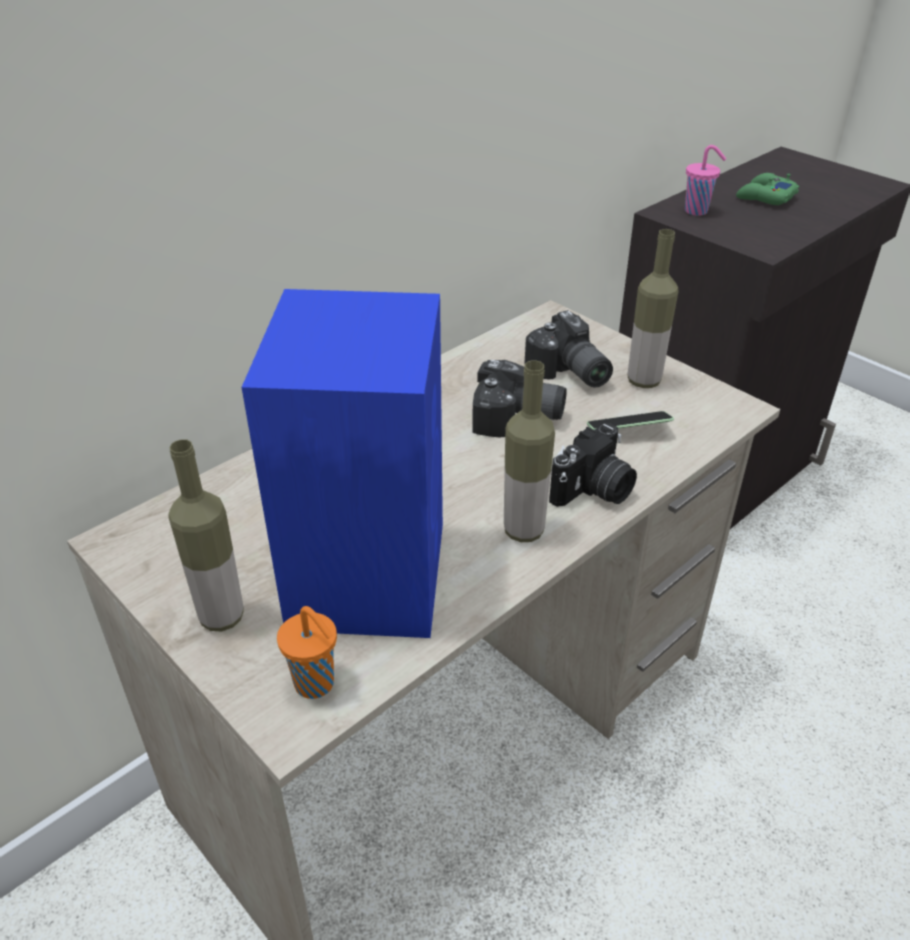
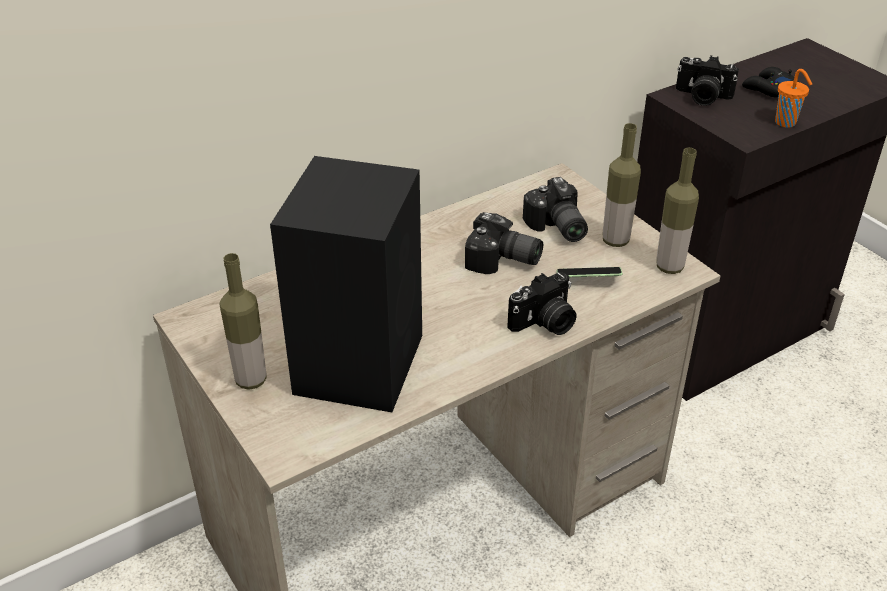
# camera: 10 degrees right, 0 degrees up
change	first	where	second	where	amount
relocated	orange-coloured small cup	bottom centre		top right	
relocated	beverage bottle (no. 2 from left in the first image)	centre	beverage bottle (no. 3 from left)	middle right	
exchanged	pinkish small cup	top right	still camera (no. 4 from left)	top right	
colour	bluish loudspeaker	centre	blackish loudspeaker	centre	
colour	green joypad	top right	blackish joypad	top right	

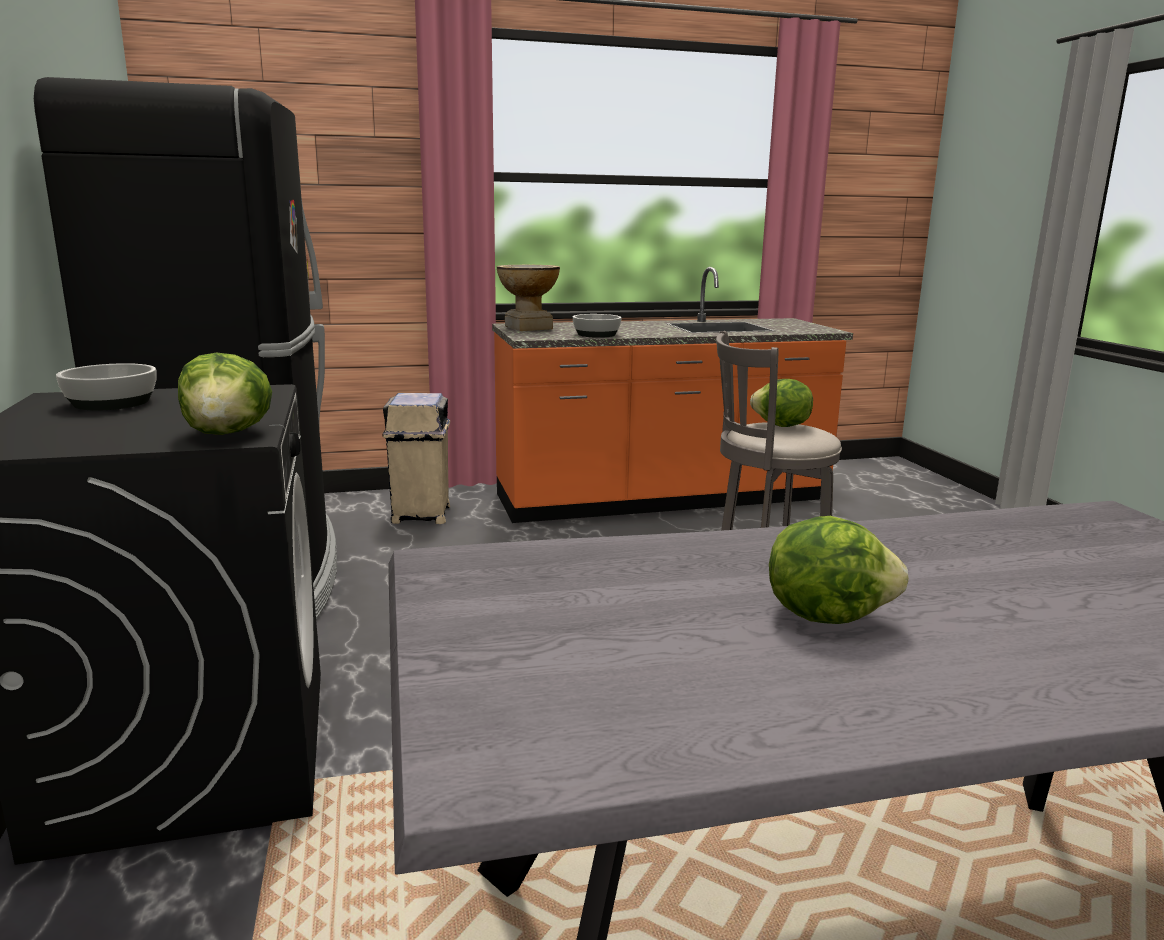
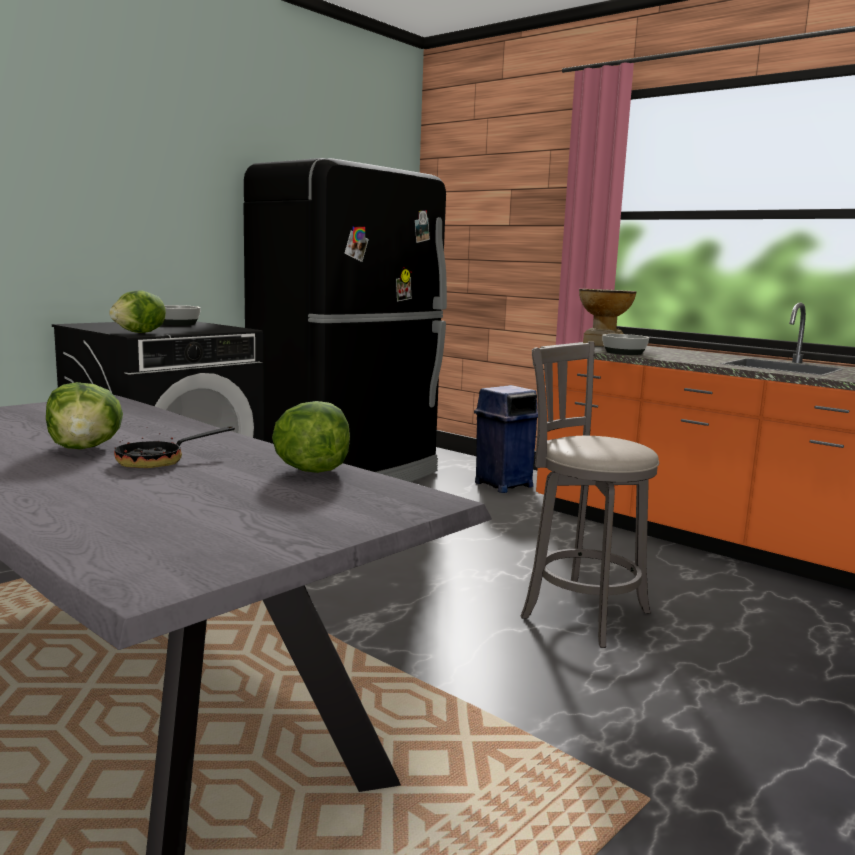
# camera: 55 degrees right, 5 degrees down
change	first	where	second	where	amount
appeared			skillet	middle left	
relocated	lettuce (no. 2 from left in the first image)	middle right	lettuce (no. 3 from left)	centre	
colour	beige waste bin	centre	bluish waste bin	centre	

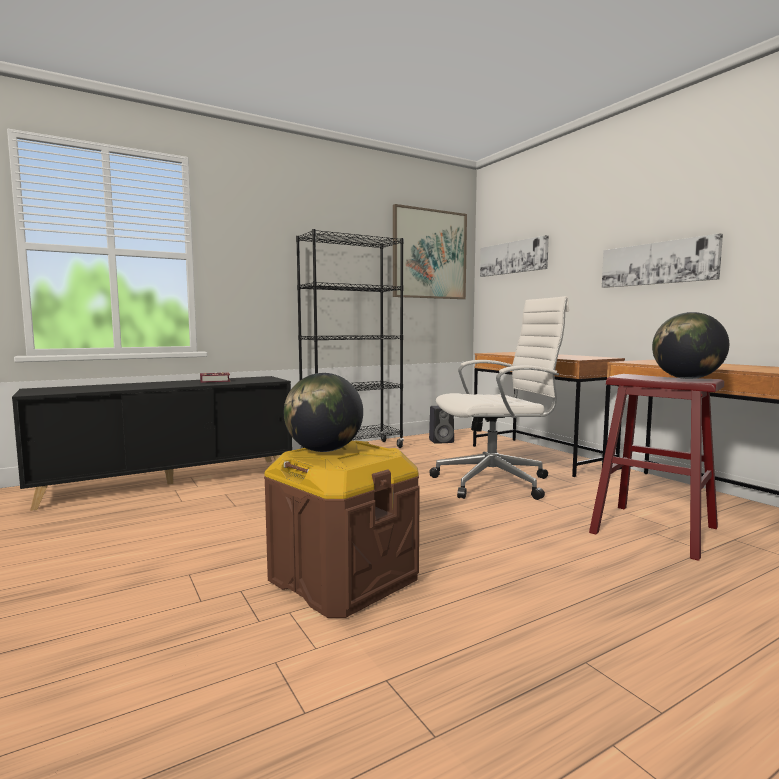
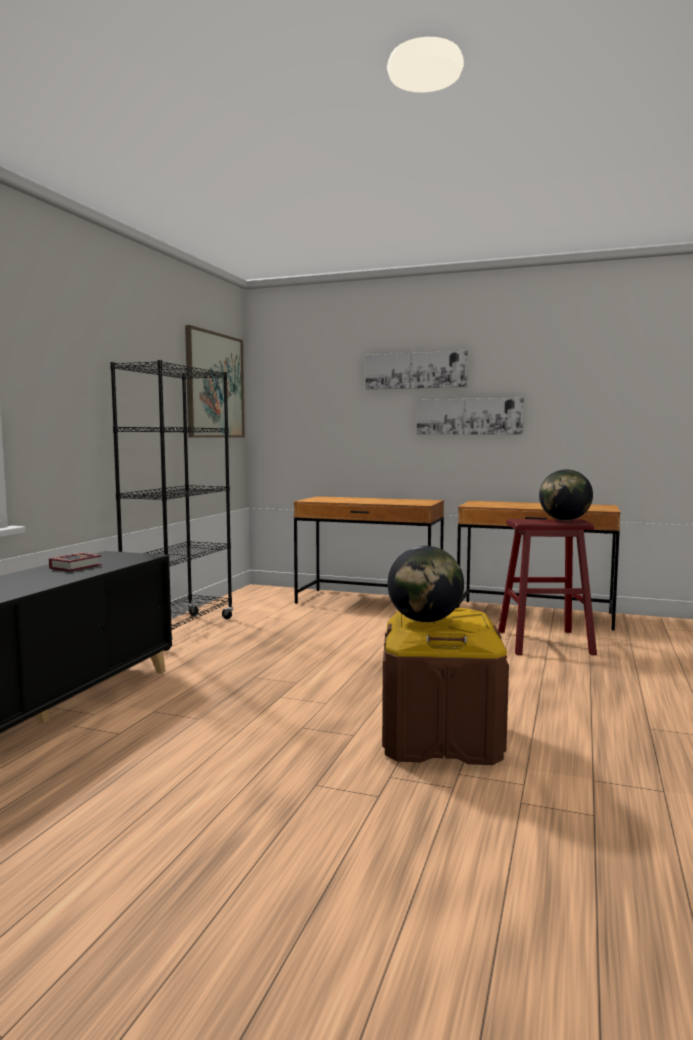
# camera: 40 degrees left, 0 degrees up
change	first	where	second	where	amount
missing	white-coloured desk chair	centre			
missing	blackish loudspeaker	centre			
relocated	picture (no. 2 from left)	top centre		centre	

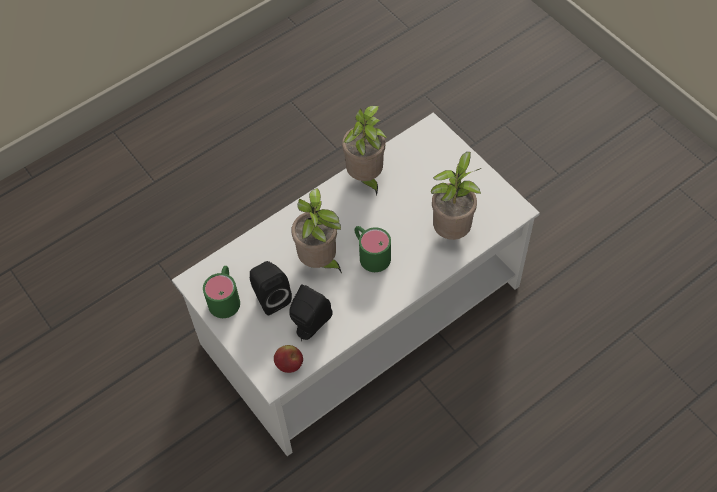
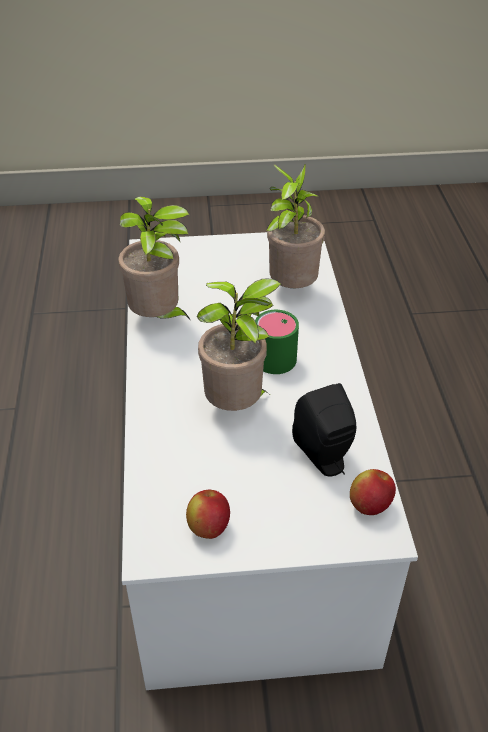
# camera: 60 degrees left, 15 degrees down
change	first	where	second	where	amount
missing	blackish loudspeaker (no. 1 from left)	centre			
exchanged	green tea mug (no. 1 from left)	middle left	whole apple (no. 1 from left)	bottom centre	

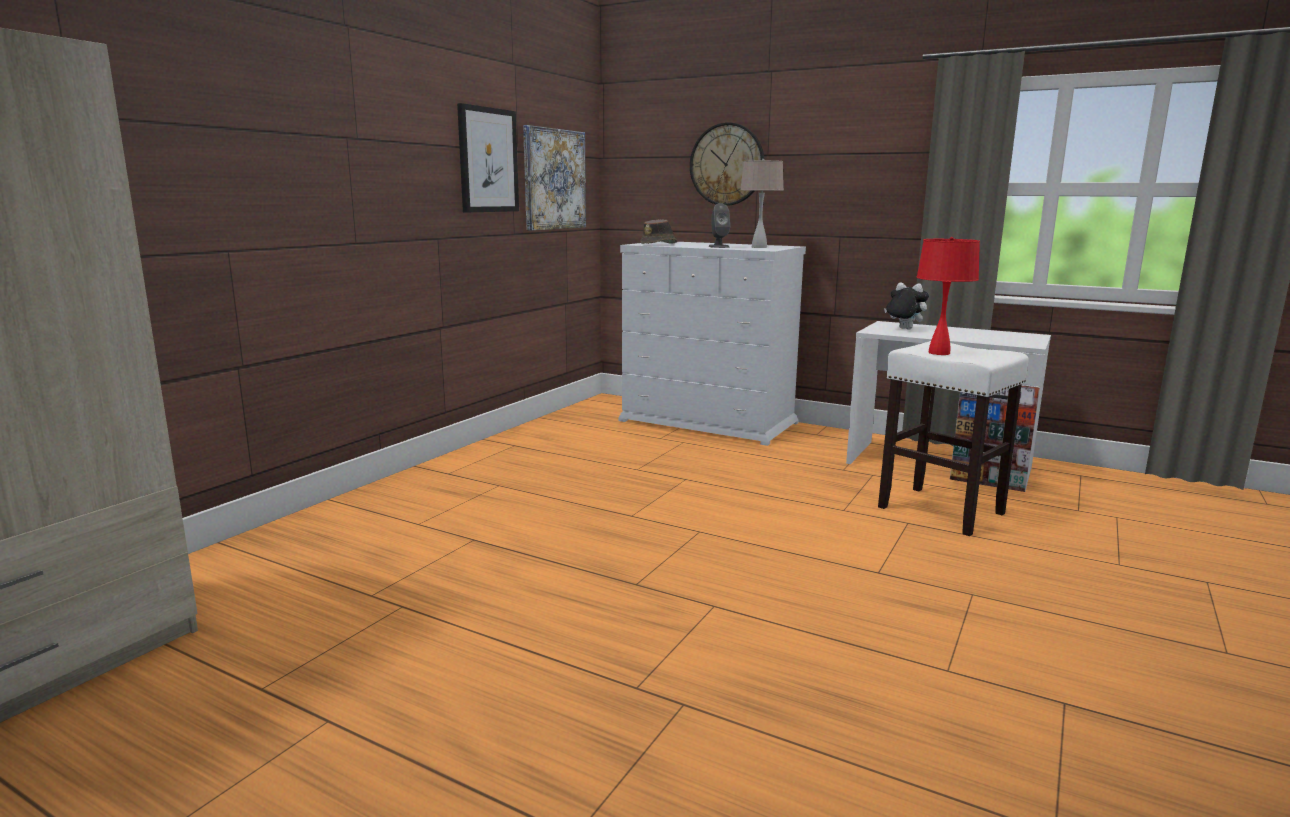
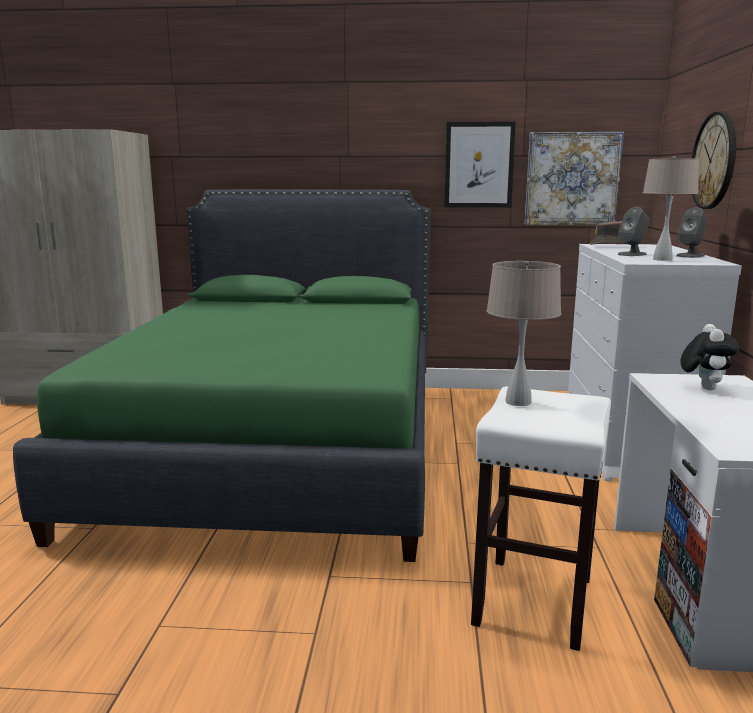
# camera: 65 degrees right, 0 degrees up
change	first	where	second	where	amount
appeared			green bedroom bed	middle left	
appeared			gray loudspeaker (no. 2 from left)	top right	
colour	red-coloured lamp for a table	middle right	beige lamp for a table (no. 1 from left)	middle right	

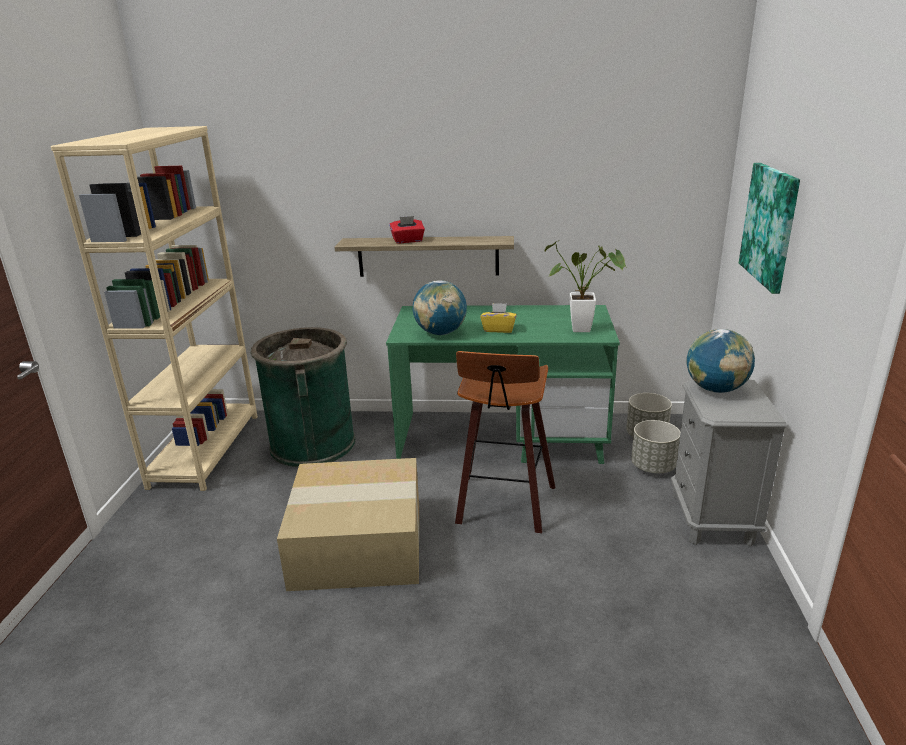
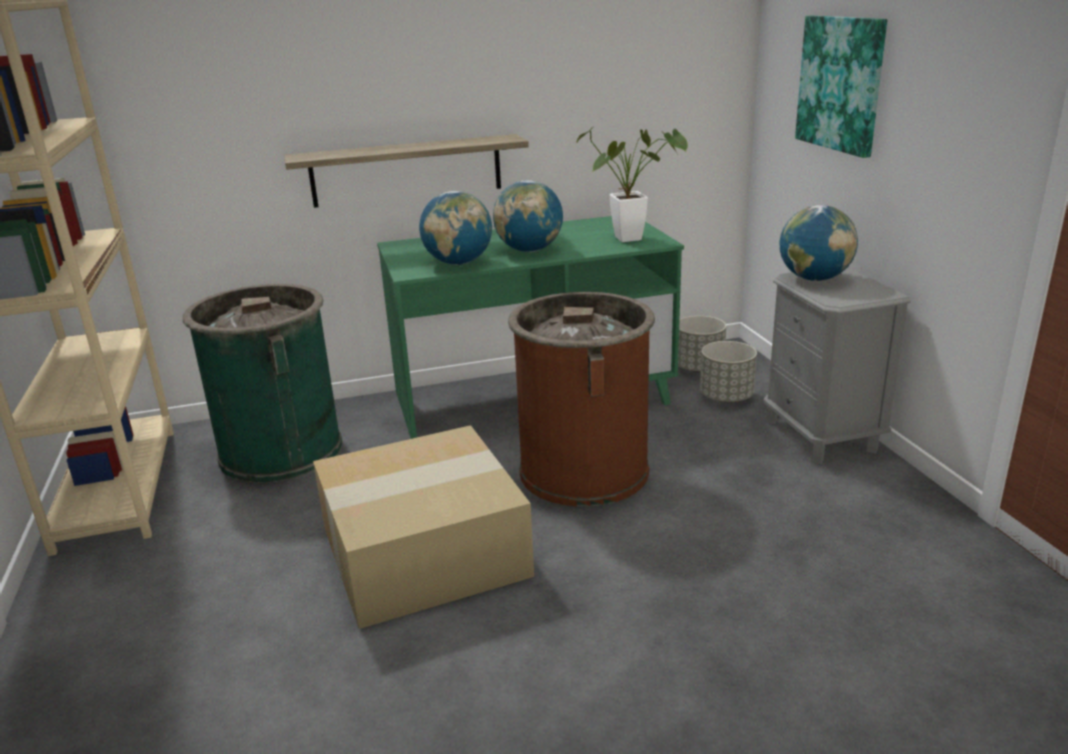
# camera: 20 degrees left, 0 degrees up
change	first	where	second	where	amount
missing	red-coloured box of tissues	top centre			
exchanged	sitting stool	centre	brownish waste bin	centre	
exchanged	yellow-coloured box of tissues	centre	globe (no. 2 from left)	top centre	

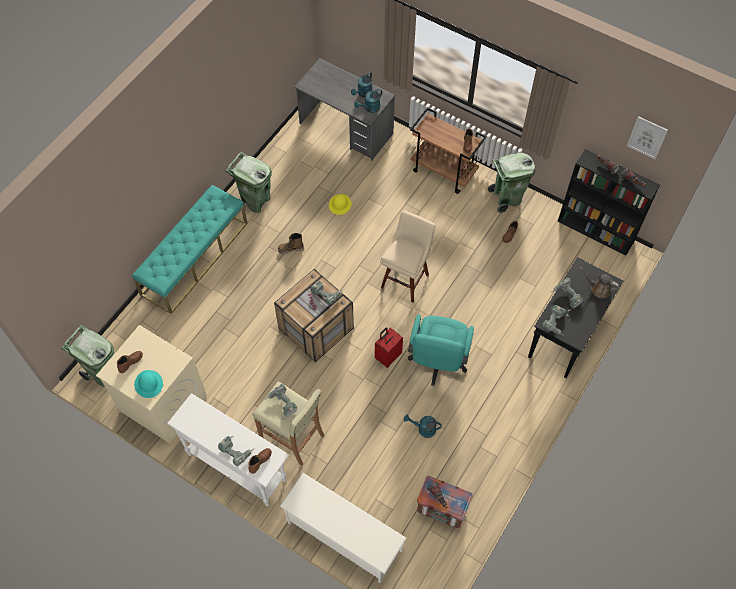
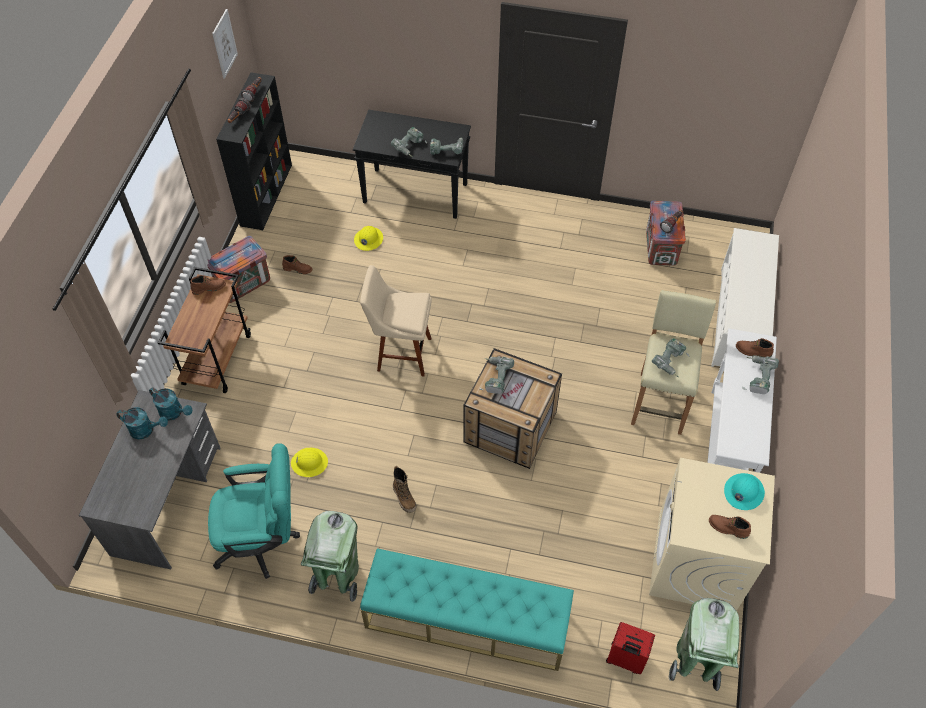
# camera: 110 degrees left, 5 degrees down
change	first	where	second	where	amount
missing	turquoise-coloured watering can (no. 3 from left)	bottom centre			
missing	brownish watering can	middle right			
appeared			yellow-coloured safety helmet (no. 2 from left)	centre	
relocated	red-coloured suitcase	centre		bottom right	
relocated	turquoise-coloured desk chair	centre		bottom left	
exchanged	green waste bin (no. 3 from left)	top right	packing crate (no. 1 from left)	middle left	

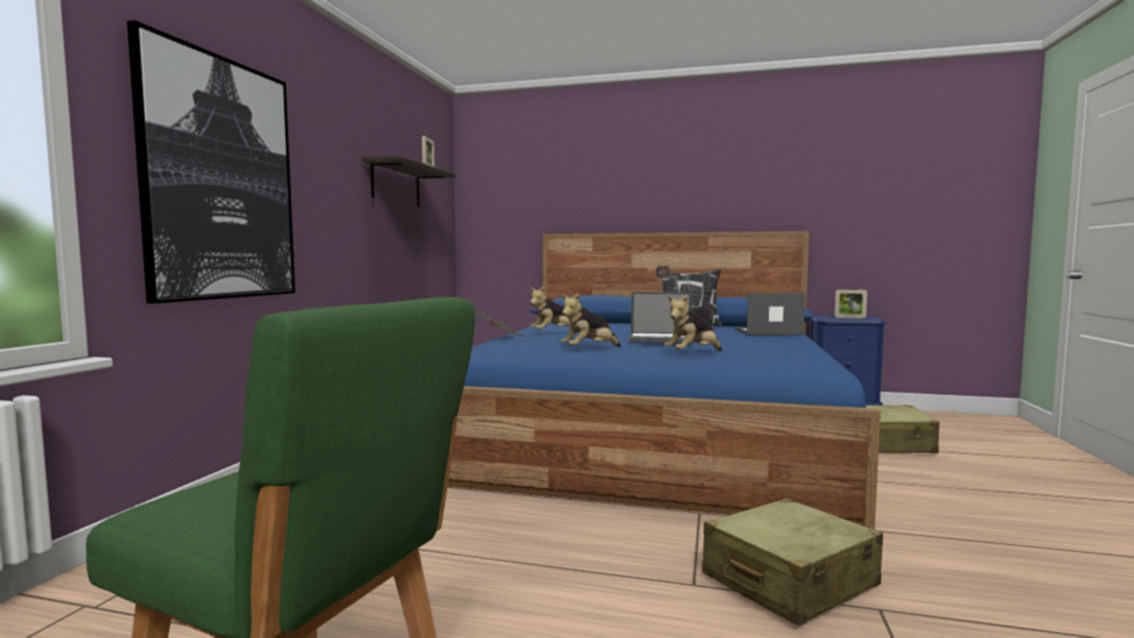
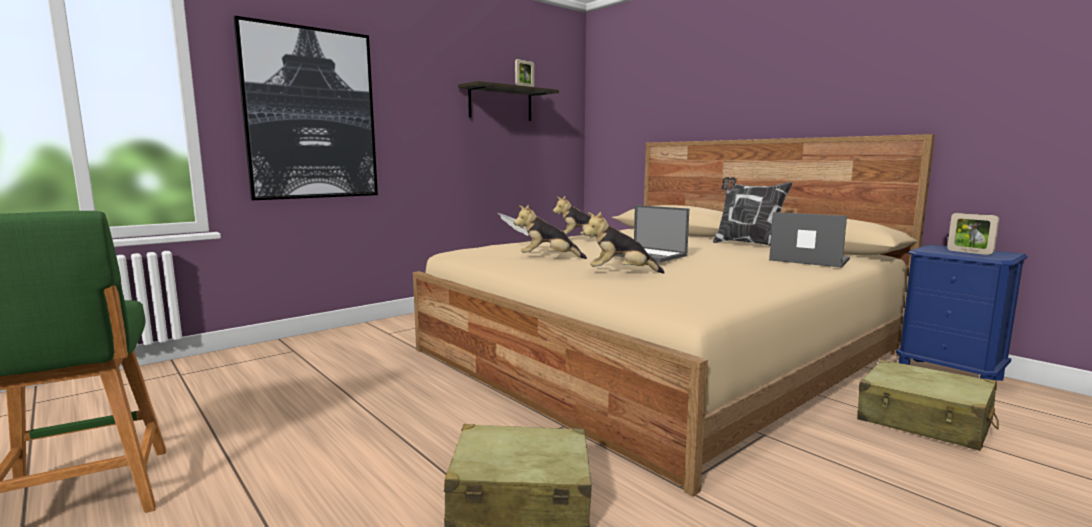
# camera: 35 degrees right, 5 degrees up
change	first	where	second	where	amount
colour	bluish bedroom bed	centre	beige bedroom bed	centre	

